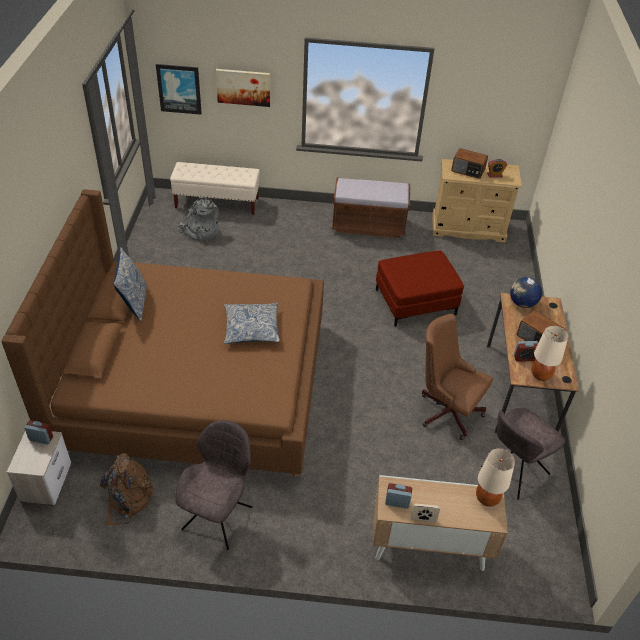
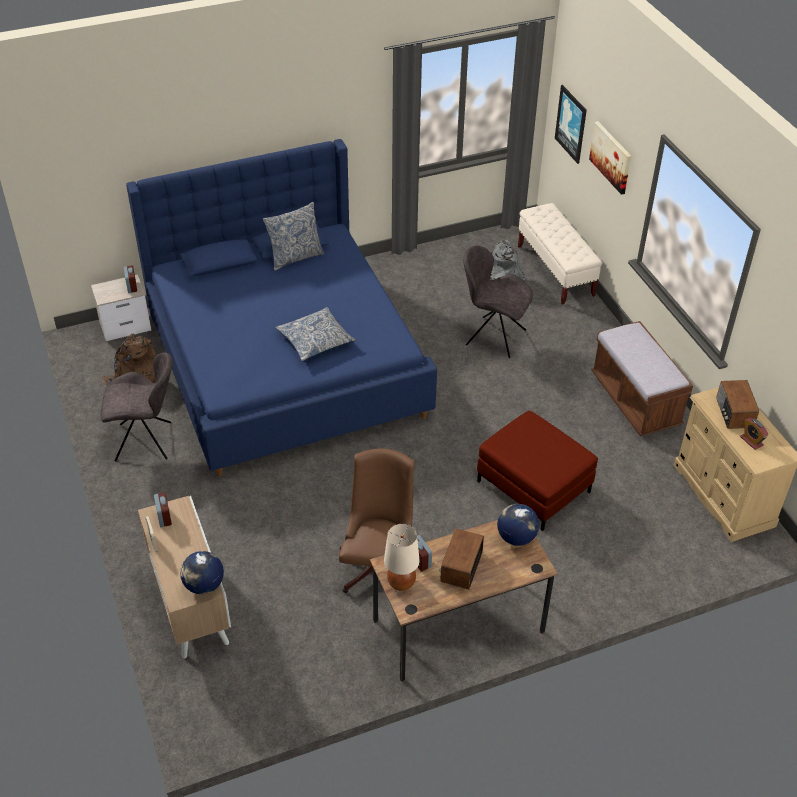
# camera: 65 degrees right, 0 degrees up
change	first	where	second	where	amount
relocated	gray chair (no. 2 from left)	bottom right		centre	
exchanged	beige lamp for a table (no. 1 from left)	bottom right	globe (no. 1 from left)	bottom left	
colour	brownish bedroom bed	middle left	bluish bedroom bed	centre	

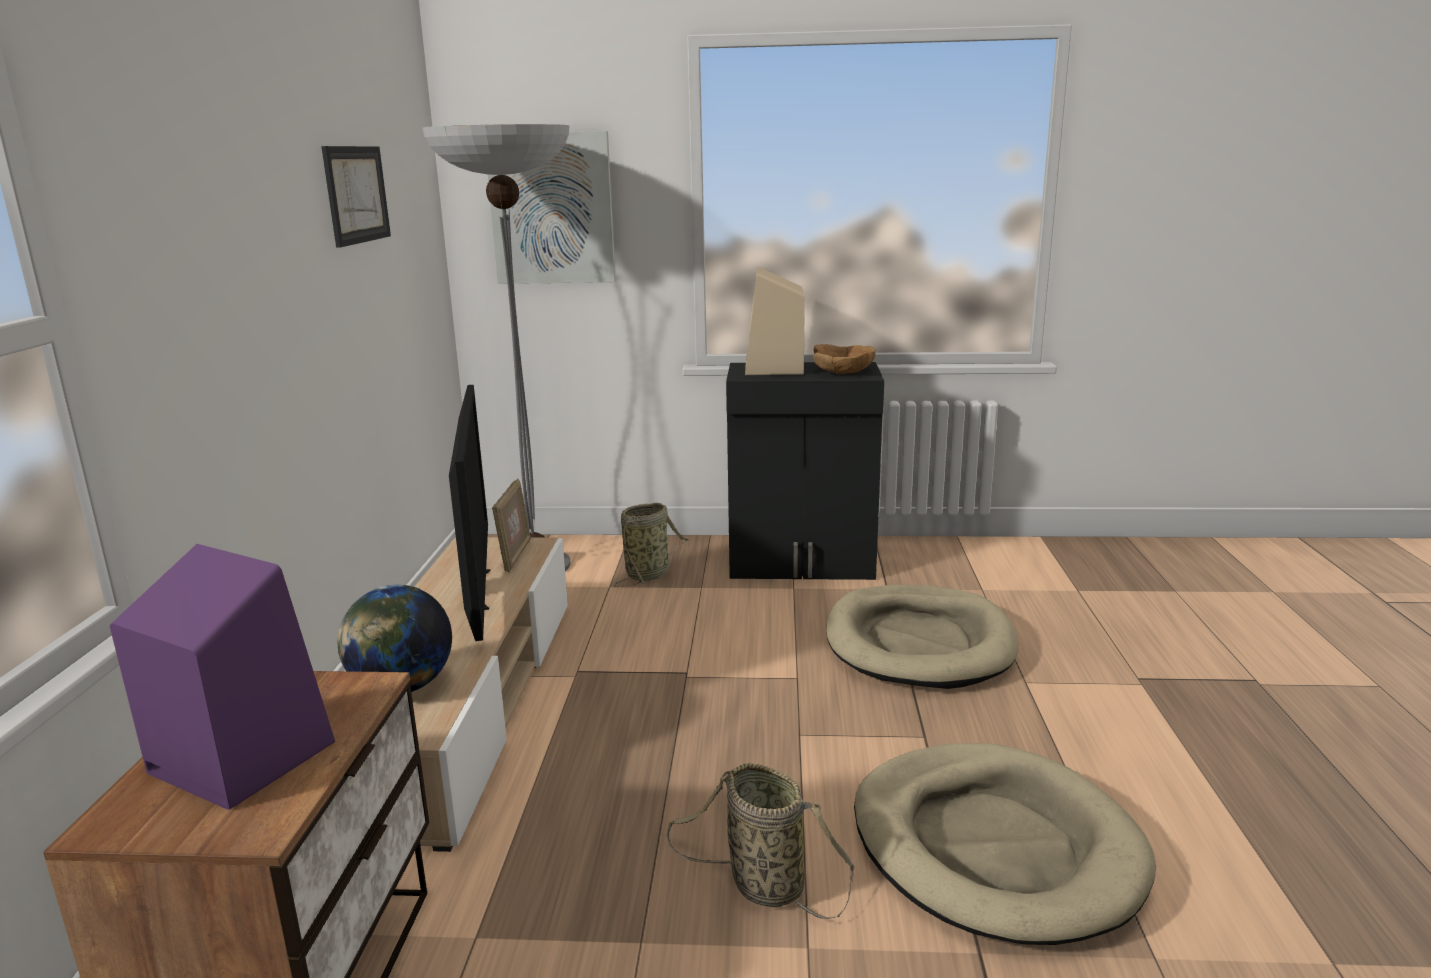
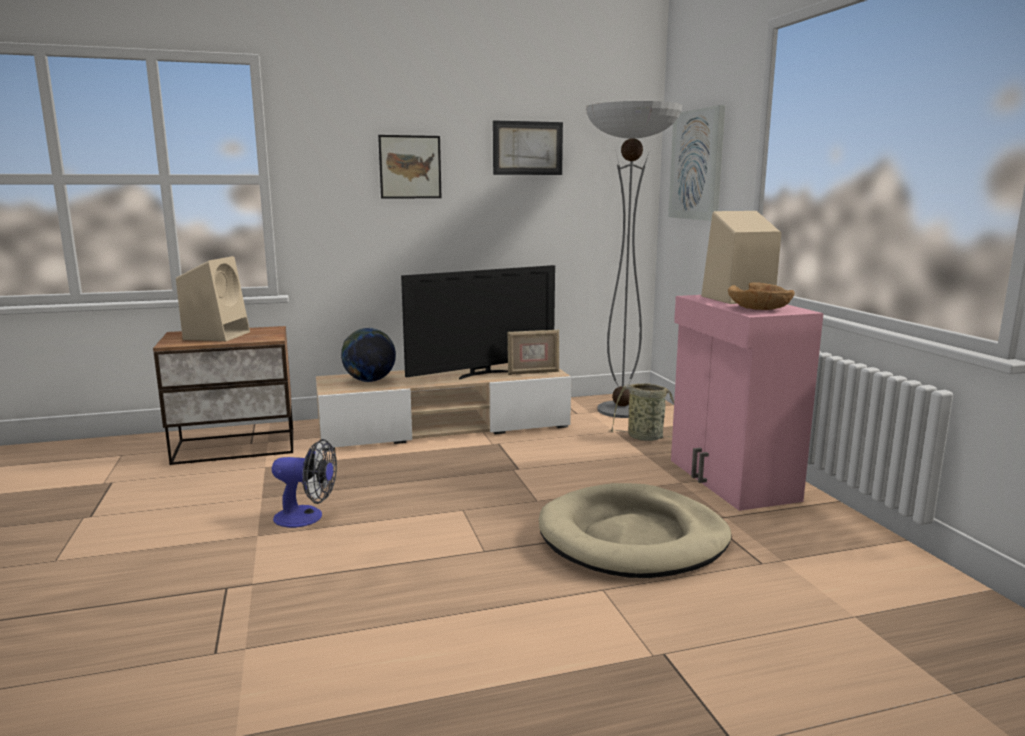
# camera: 70 degrees right, 5 degrees down
change	first	where	second	where	amount
missing	beige dog cushion (no. 2 from left)	bottom right			
appeared			picture (no. 1 from left)	top centre	
exchanged	storage basket (no. 2 from left)	bottom centre	electric fan	middle left	
colour	purple-coloured loudspeaker	bottom left	beige loudspeaker (no. 1 from left)	middle left	
colour	blackish cabinet	centre	pinkish cabinet	middle right	

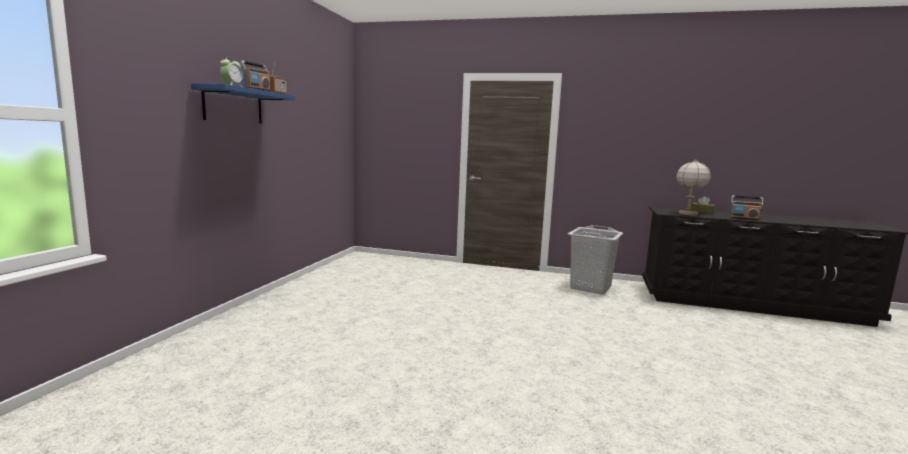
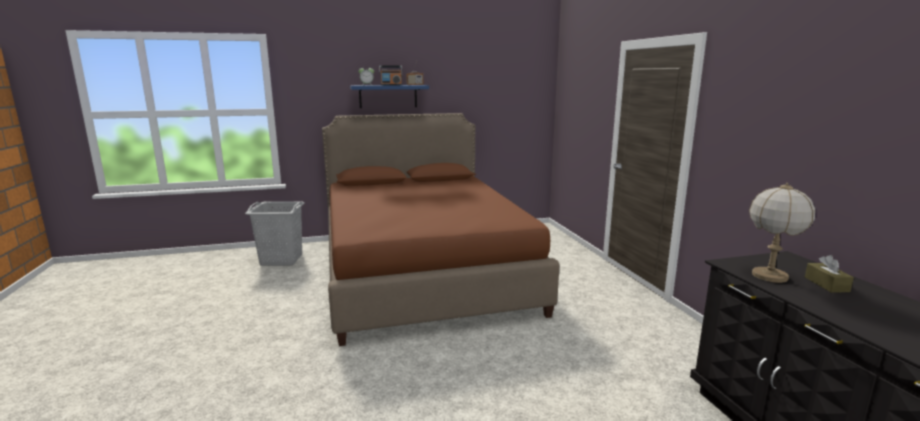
# camera: 60 degrees right, 5 degrees up
change	first	where	second	where	amount
missing	radio receiver (no. 3 from left)	middle right			
appeared			brownish bedroom bed	centre	
relocated	gray washing basket	centre		middle left	

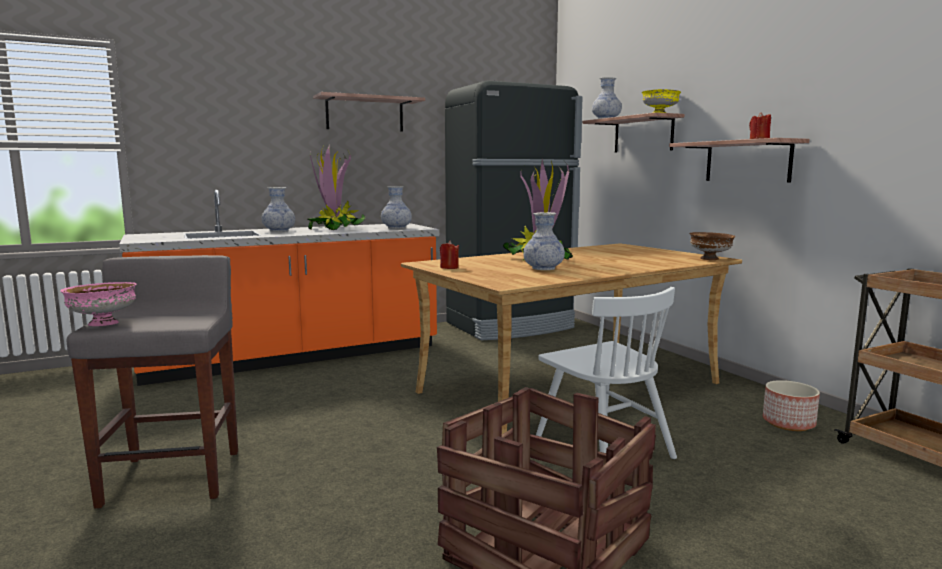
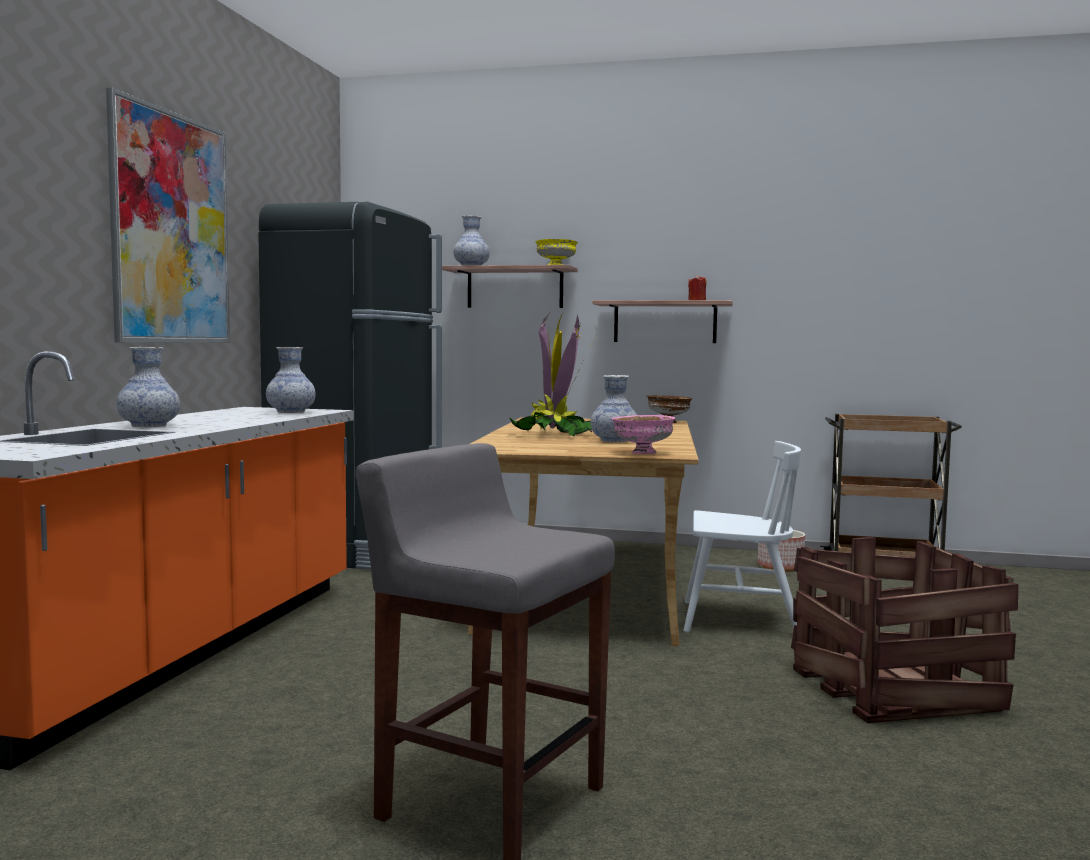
# camera: 50 degrees left, 5 degrees down
change	first	where	second	where	amount
missing	plant in a pot (no. 1 from left)	top centre			
missing	red-coloured wax candle (no. 1 from left)	centre			
relocated	pinkish serving bowl	middle left		centre	
exchanged	bracket shelf (no. 1 from left)	top centre	picture	top left	

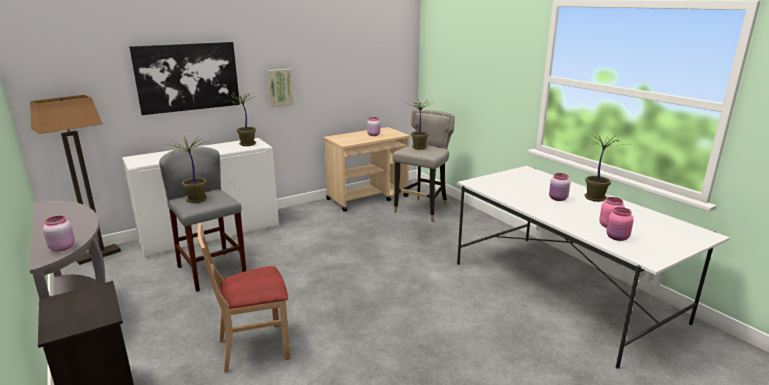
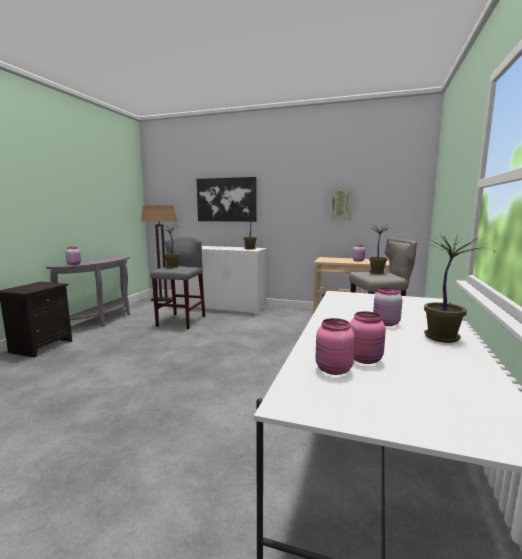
# camera: 50 degrees right, 10 degrees down
change	first	where	second	where	amount
missing	beige chair	bottom left			
relocated	picture (no. 2 from left)	top centre		centre	

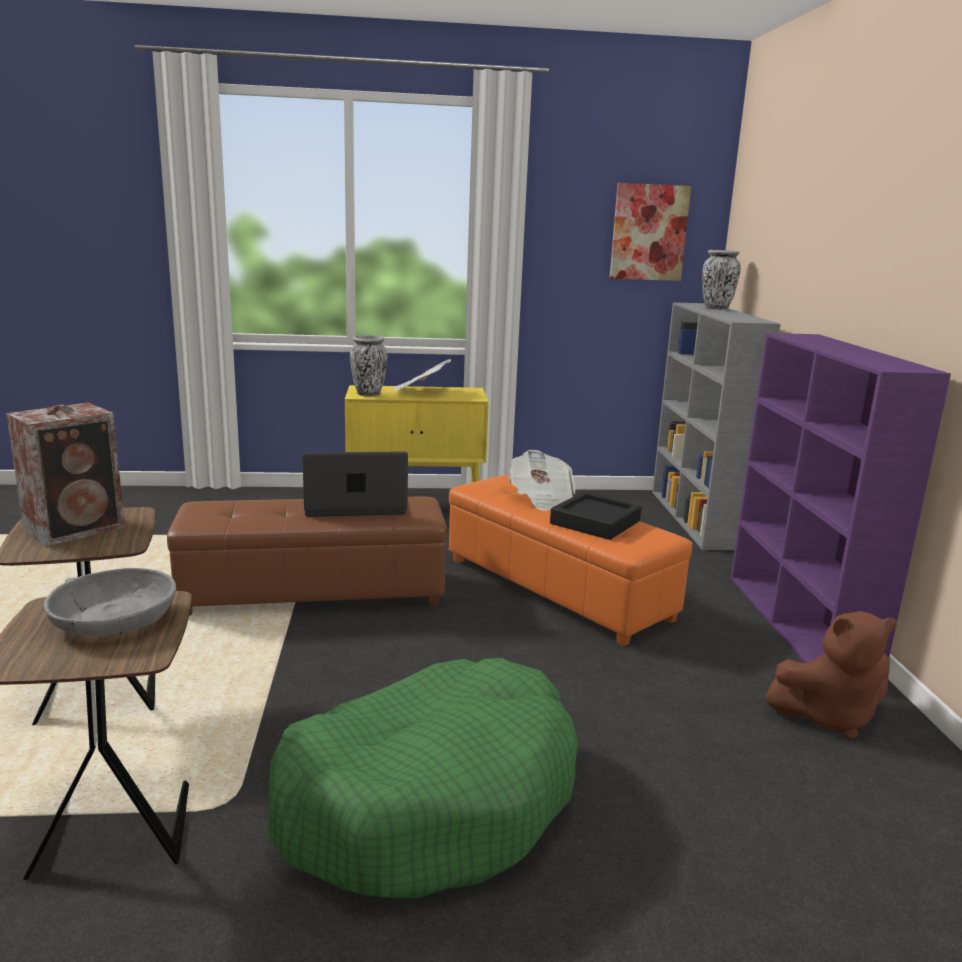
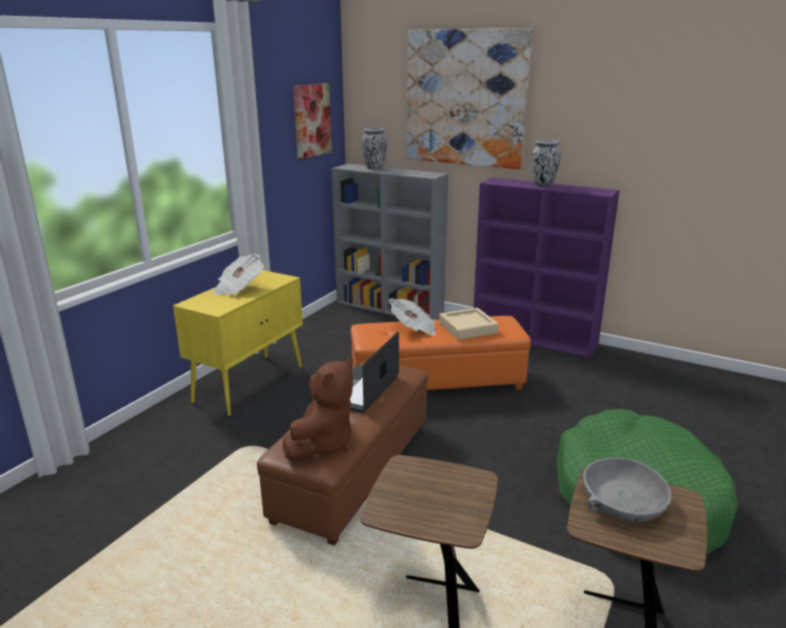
# camera: 55 degrees left, 5 degrees up
change	first	where	second	where	amount
missing	loudspeaker	middle left			
appeared			picture (no. 2 from left)	top centre	
relocated	decorative vase (no. 1 from left in the first image)	centre	decorative vase (no. 2 from left)	top right	
relocated	brownish soft toy	bottom right		centre	
colour	blackish carrying tray	centre	beige carrying tray	centre	

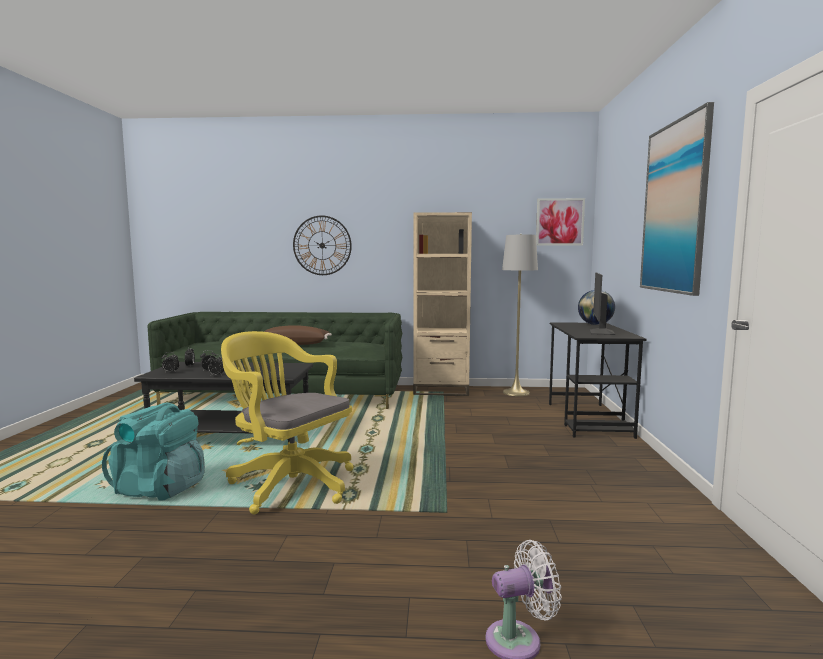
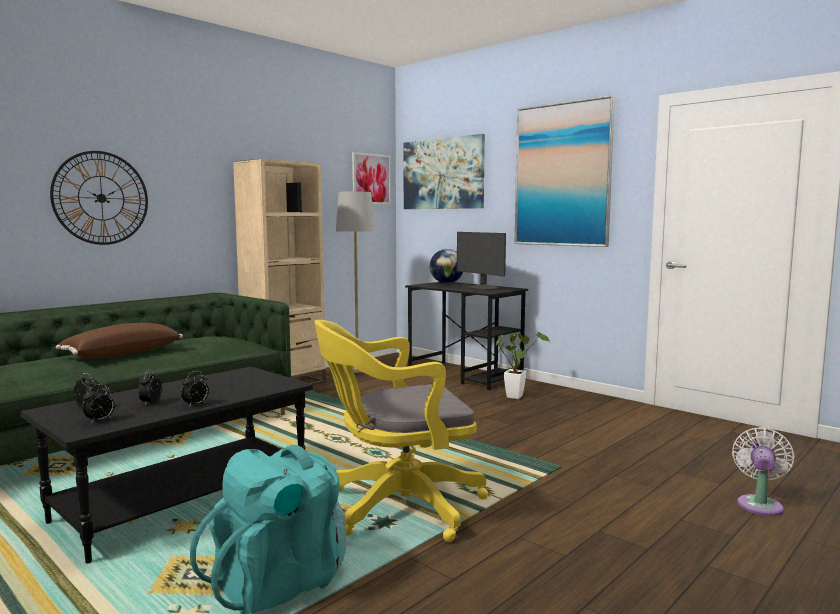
# camera: 50 degrees left, 0 degrees up
change	first	where	second	where	amount
appeared			picture (no. 2 from left)	top centre	
appeared			plant in a pot	centre	

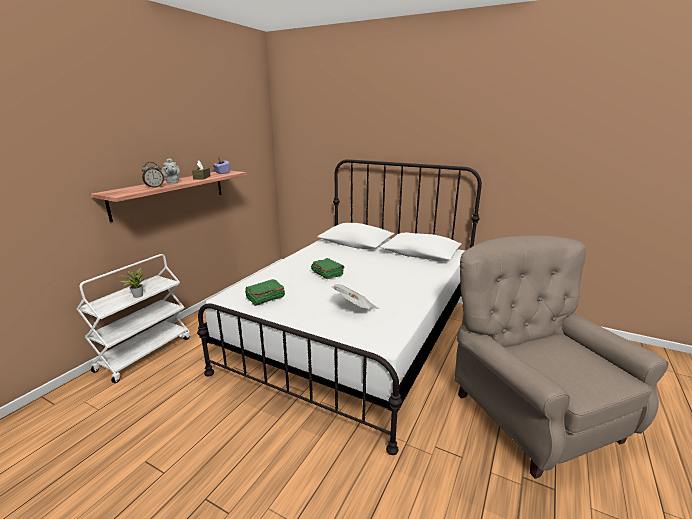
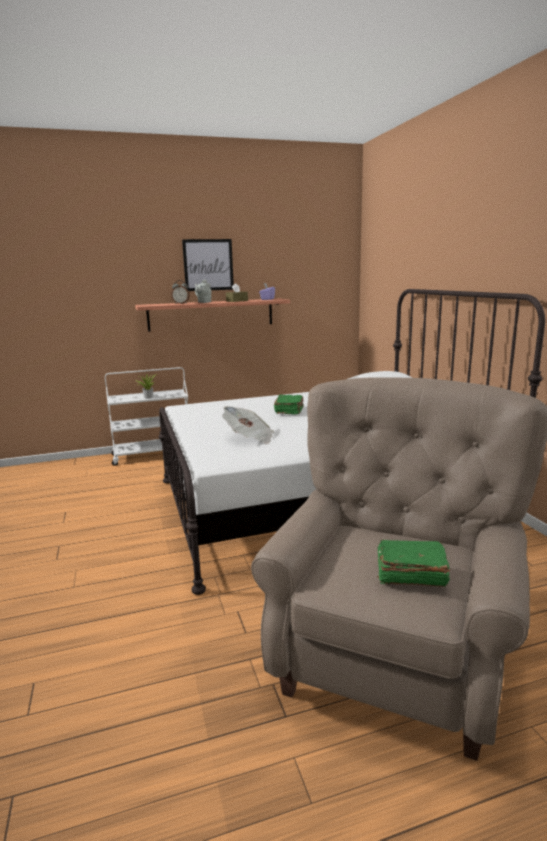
# camera: 45 degrees right, 5 degrees down
change	first	where	second	where	amount
appeared			picture	top centre	
relocated	green volume (no. 1 from left in the first image)	centre	green volume (no. 2 from left)	bottom right	

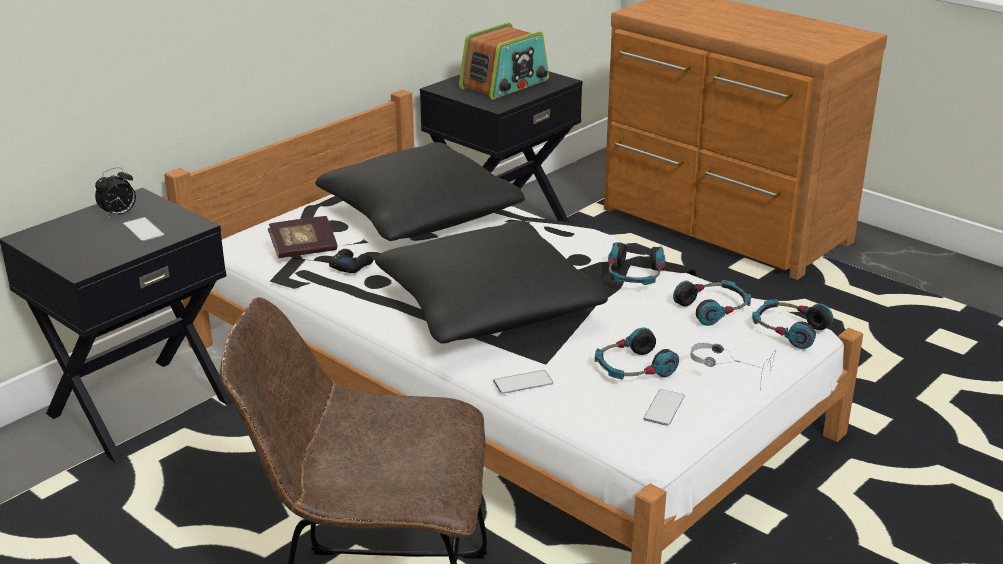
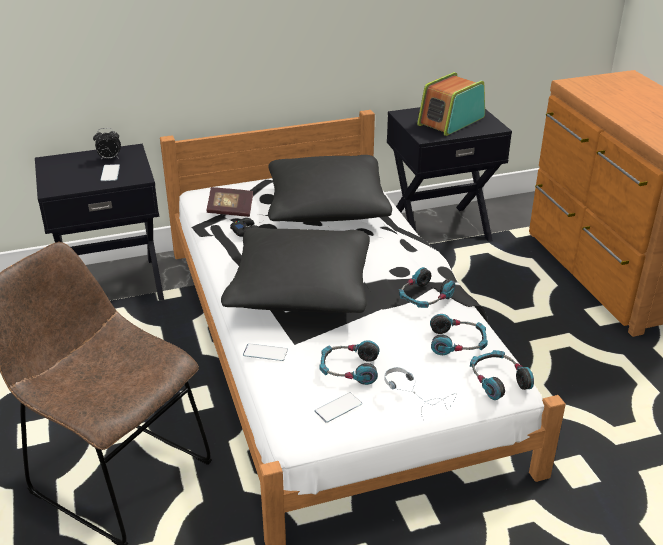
# camera: 30 degrees right, 5 degrees up
change	first	where	second	where	amount
spun	radio receiver	top centre		top right	150 degrees clockwise

